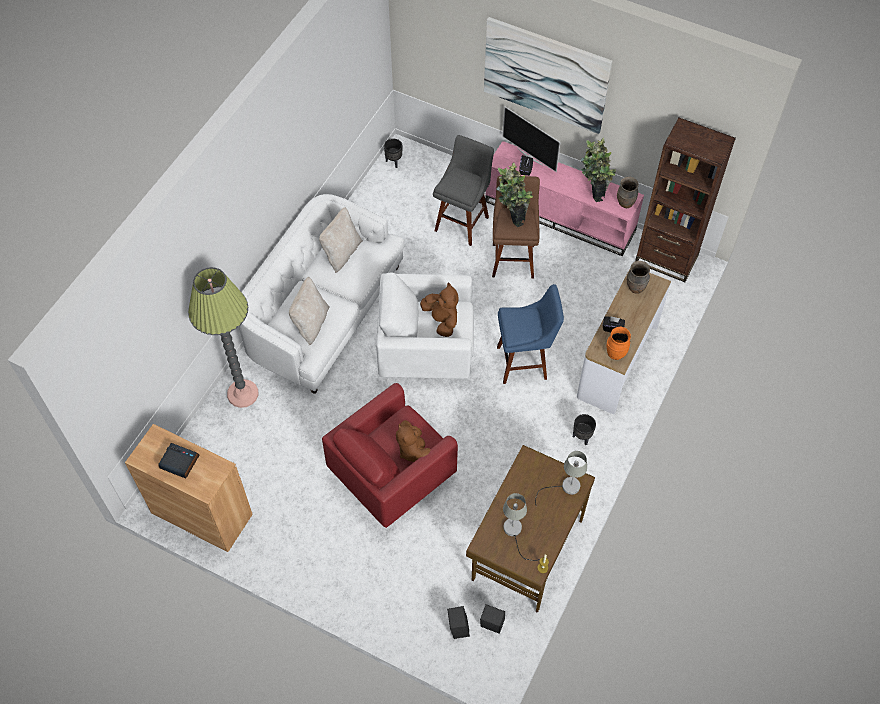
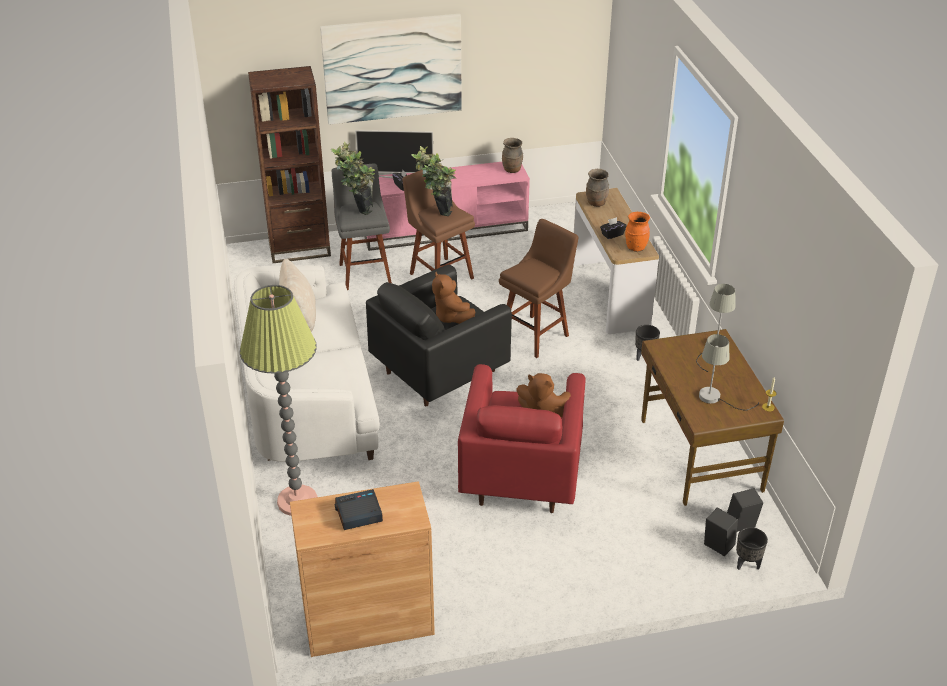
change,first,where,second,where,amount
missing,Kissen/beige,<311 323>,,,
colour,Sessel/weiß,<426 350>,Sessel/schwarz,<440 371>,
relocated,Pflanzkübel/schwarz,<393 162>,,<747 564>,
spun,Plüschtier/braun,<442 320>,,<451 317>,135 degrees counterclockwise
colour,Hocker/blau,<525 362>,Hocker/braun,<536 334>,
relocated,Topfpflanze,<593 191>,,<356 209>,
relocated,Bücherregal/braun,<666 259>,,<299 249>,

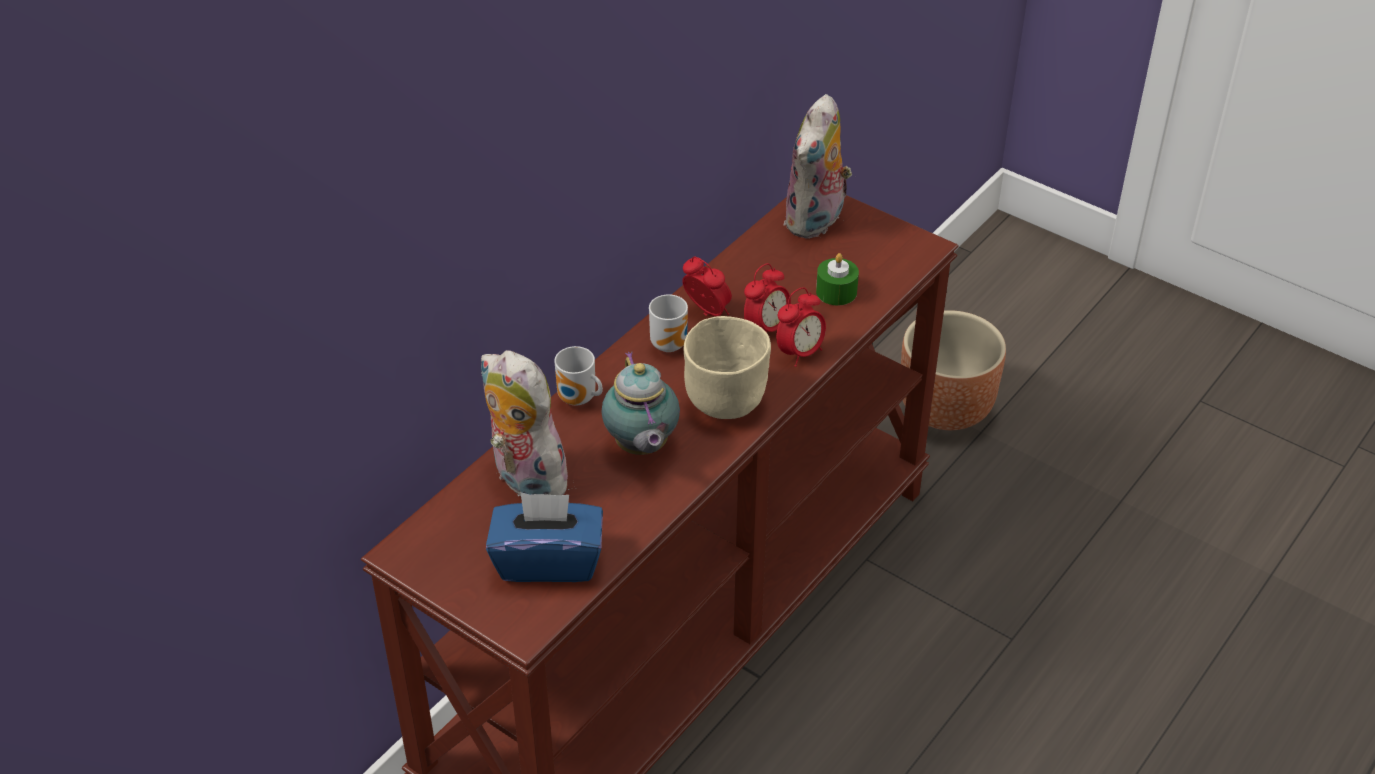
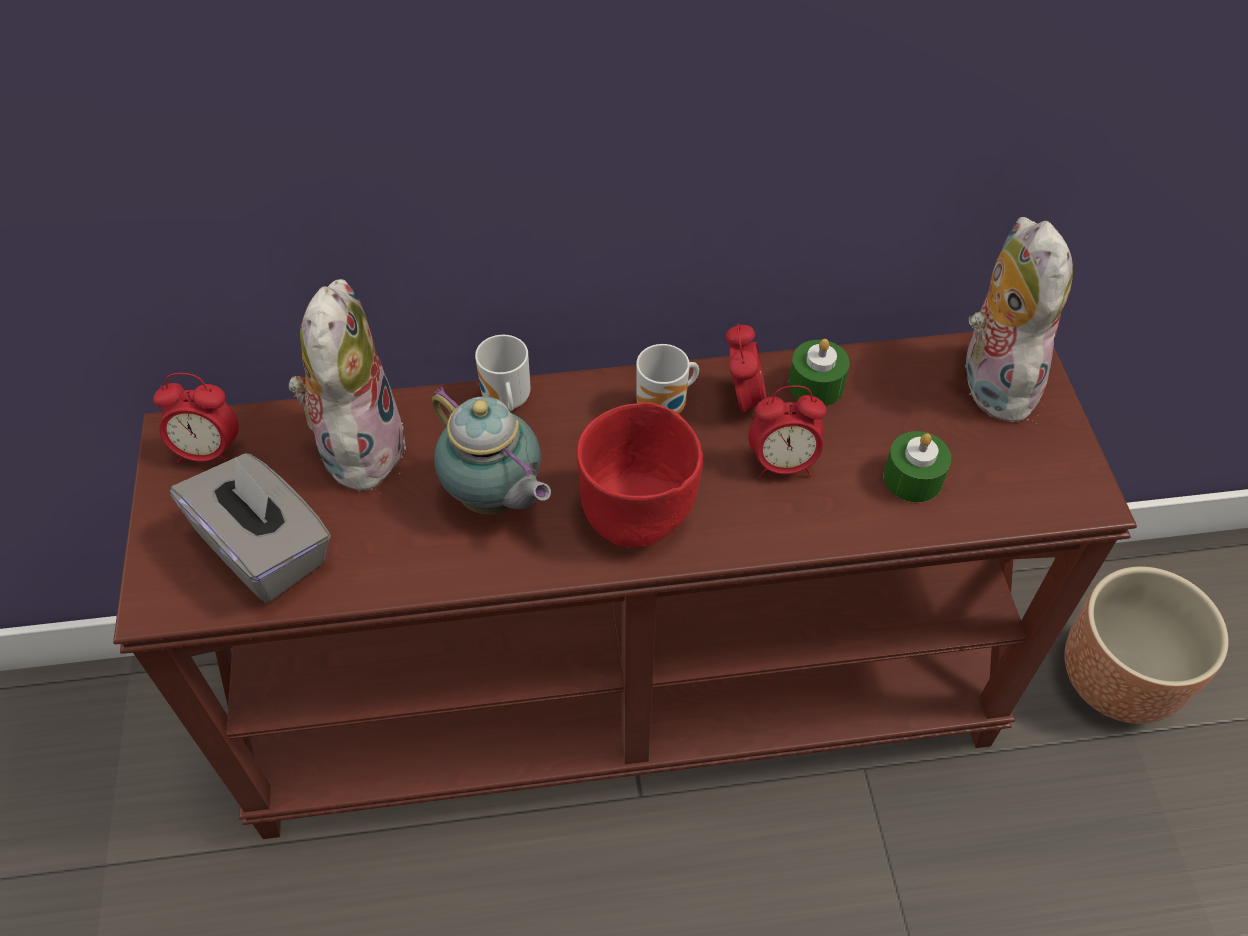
change,first,where,second,where,amount
colour,Taschentuchbox/blau,<548 561>,Taschentuchbox/grau,<266 549>,
spun,Teekanne,<641 447>,,<495 499>,75 degrees counterclockwise
colour,Schüssel/beige,<726 400>,Schüssel/rot,<639 513>,
relocated,Wecker,<800 353>,,<209 452>,
spun,Plüschtier,<816 221>,,<990 380>,105 degrees clockwise
appeared,,,Kerze/grün,<816 385>,

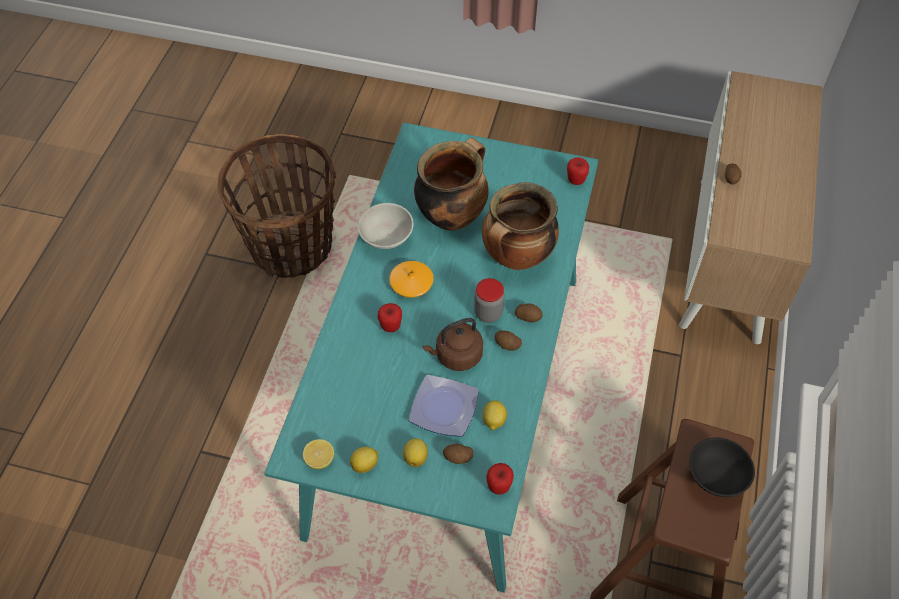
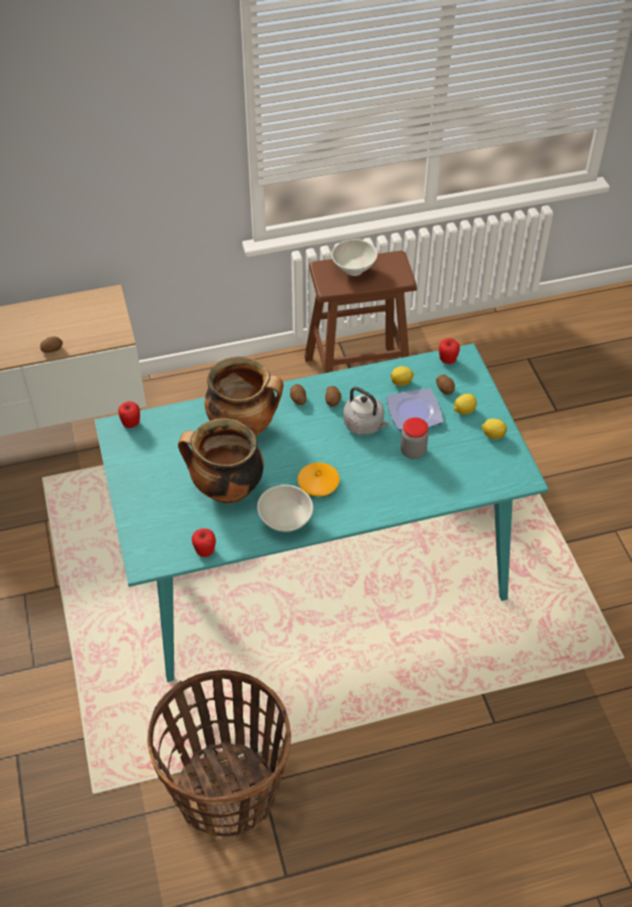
change,first,where,second,where,amount
missing,Zitrone,<320 459>,,,
relocated,Apfel,<390 326>,,<205 551>,
colour,Wasserkessel/braun,<456 356>,Wasserkessel/grau,<365 425>,
relocated,Vorratsglas,<488 313>,,<413 451>,
colour,Schüssel/schwarz,<713 478>,Schüssel/weiß,<353 271>,

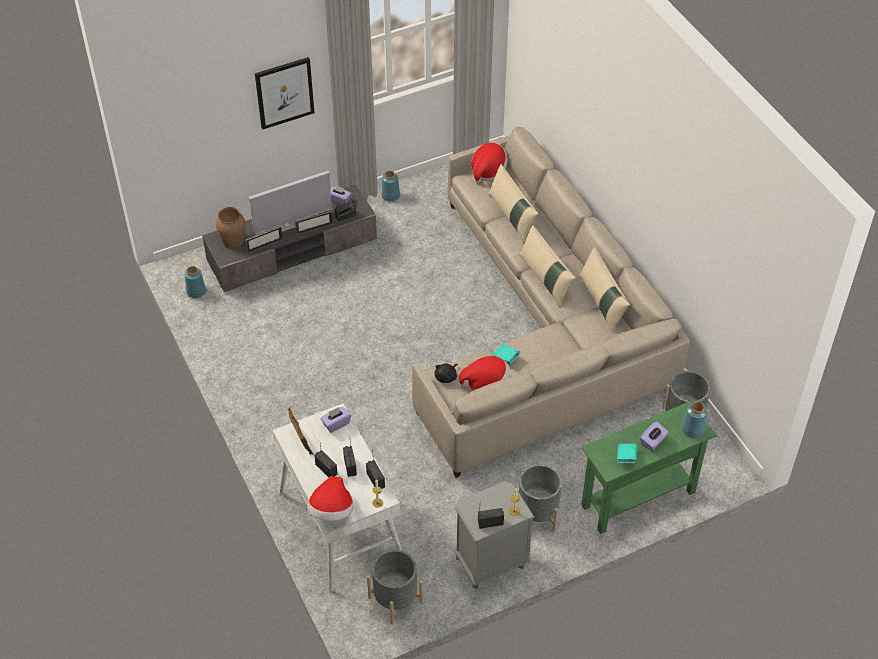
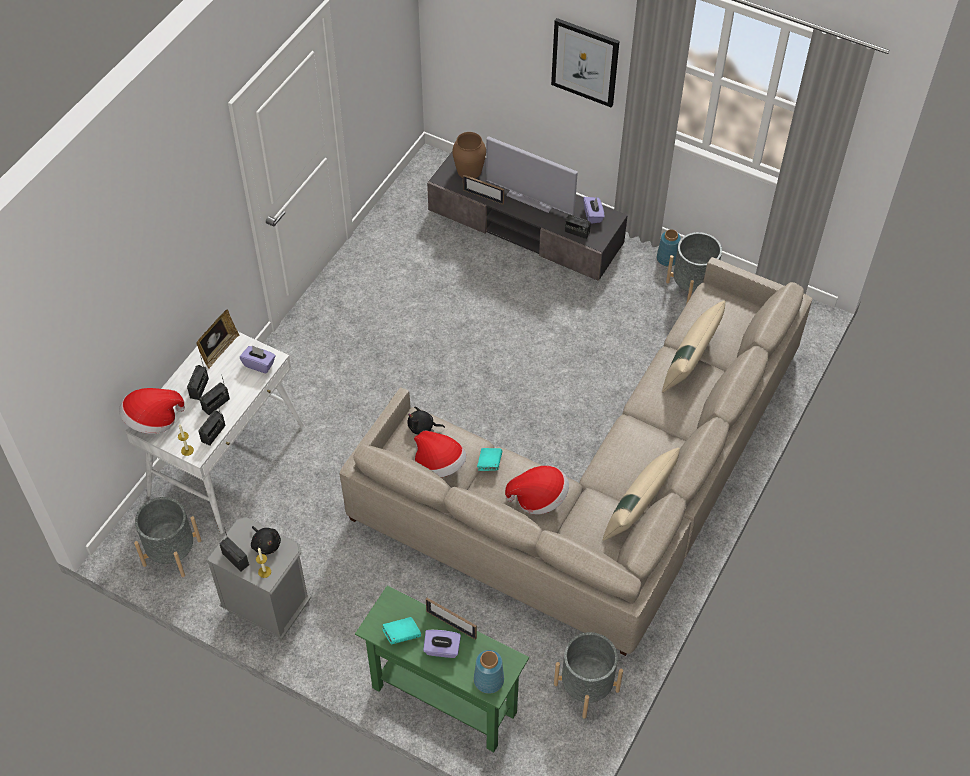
change,first,where,second,where,amount
missing,Vase/blau,<196 291>,,,
relocated,Bilderrahmen,<314 229>,,<451 624>,
relocated,Hut,<488 171>,,<539 498>,
relocated,Pflanzkübel/grau,<537 514>,,<692 287>,
missing,Kissen/beige,<545 279>,,,
appeared,,,Plüschtier/schwarz,<266 544>,

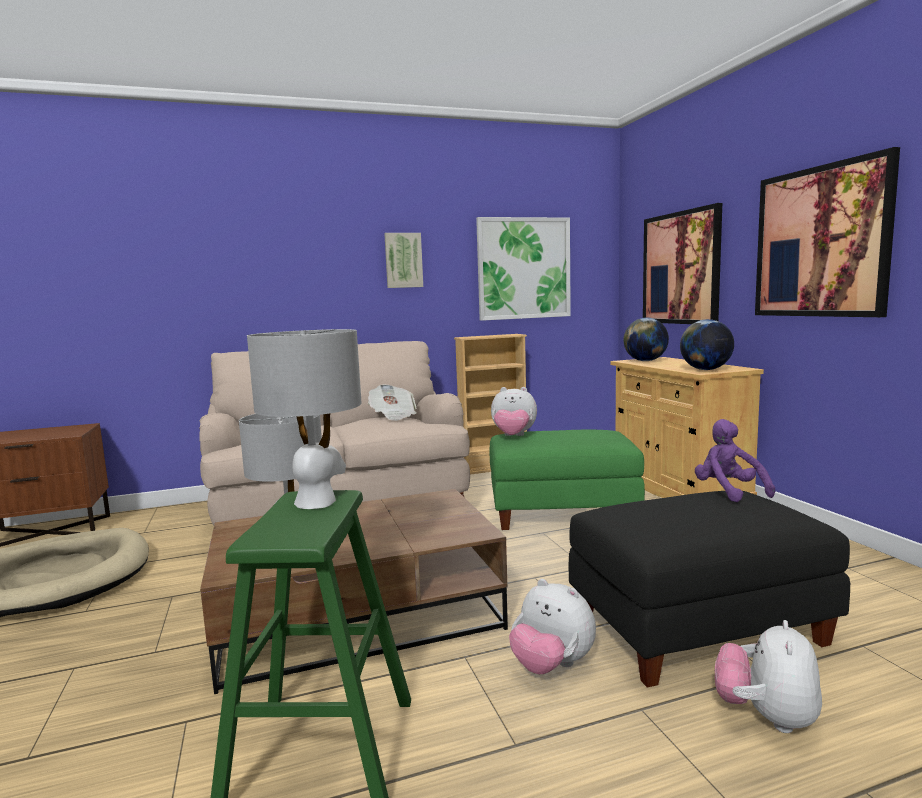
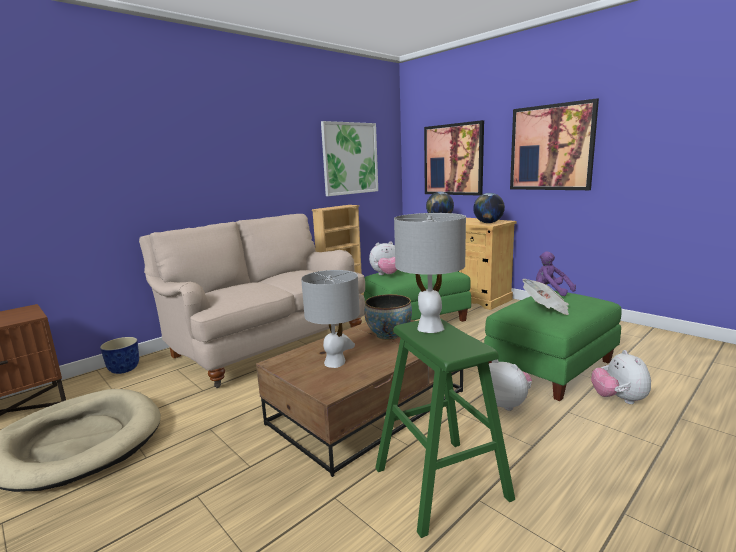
change,first,where,second,where,amount
relocated,Zeitung,<393 416>,,<545 308>,
missing,Bild,<403 260>,,,
spun,Plüschtier,<552 666>,,<506 403>,150 degrees counterclockwise
colour,Polsterhocker/schwarz,<697 627>,Polsterhocker/grün,<550 367>,
appeared,,,Pflanzkübel,<124 369>,
appeared,,,Schüssel,<388 335>,

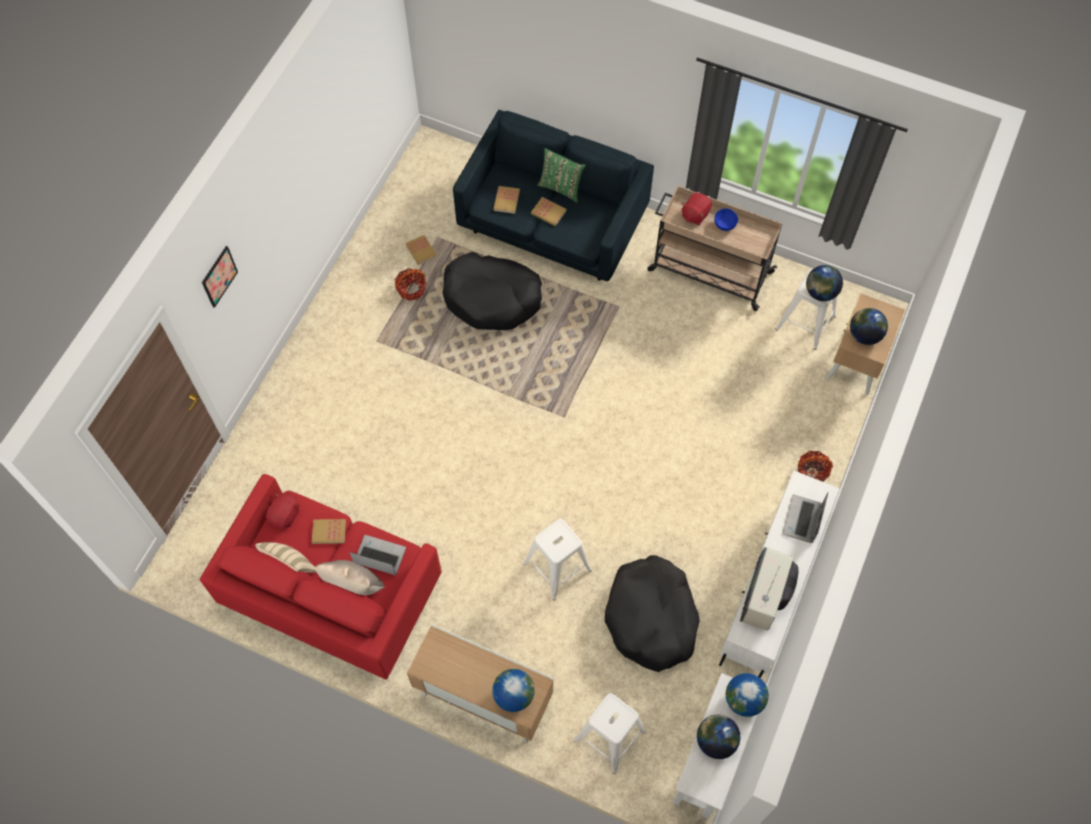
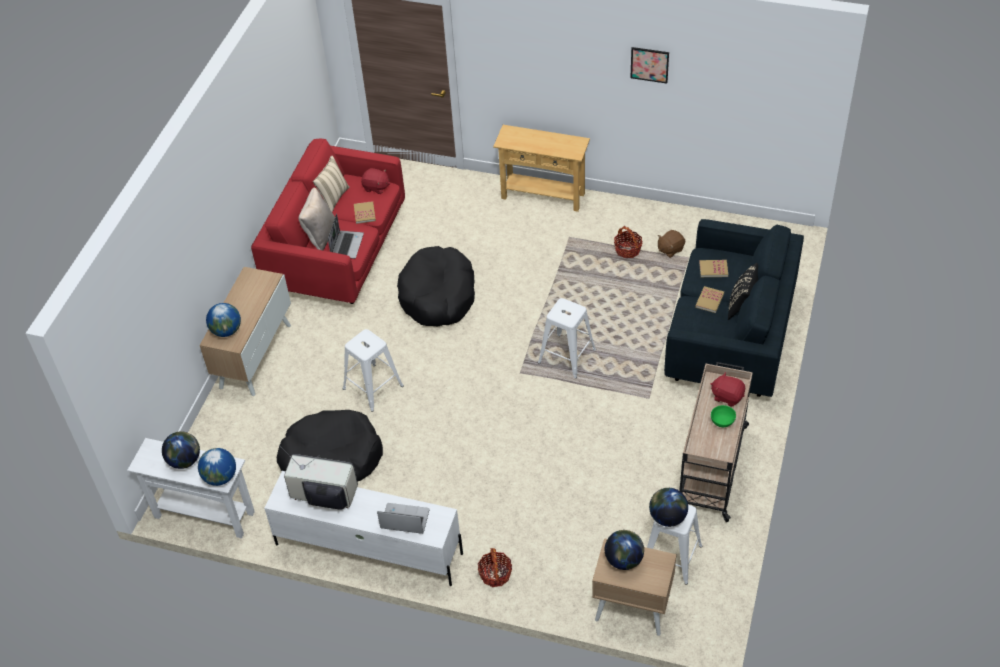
change,first,where,second,where,amount
relocated,Bild,<219 276>,,<649 64>,
exchanged,Buch,<421 251>,Plüschtier/braun,<670 249>,
relocated,Hundebett/schwarz,<492 298>,,<438 296>,
colour,Kissen/grün,<561 187>,Kissen/schwarz,<741 305>,
relocated,Hocker/weiß,<609 737>,,<566 356>,
colour,Schüssel/blau,<725 224>,Schüssel/grün,<723 422>,
appeared,,,Konsolentisch/beige,<543 196>,

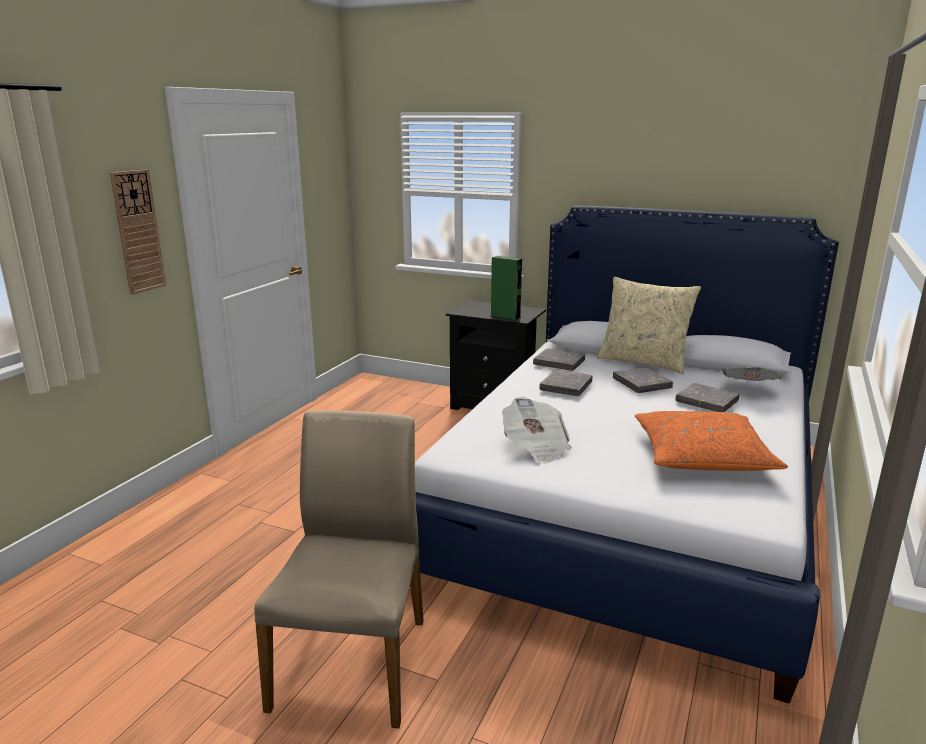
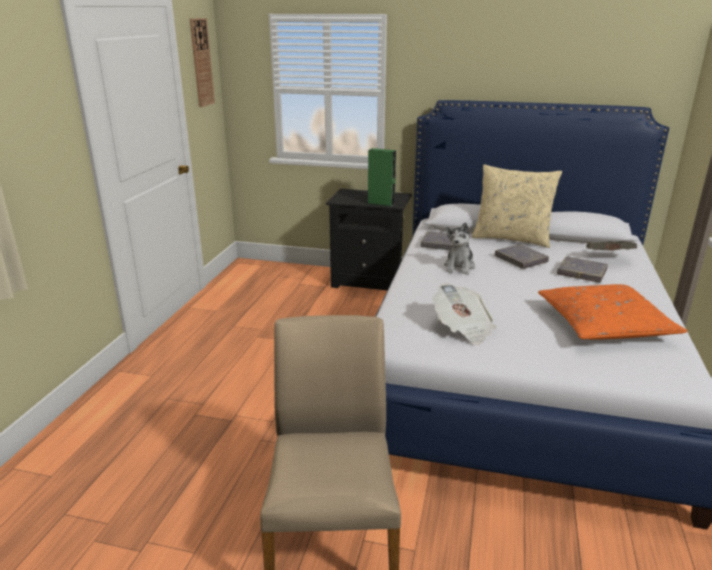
change,first,where,second,where,amount
relocated,Wanduhr,<138 232>,,<201 62>,
exchanged,Buch/grau,<566 386>,Plüschtier,<459 267>,

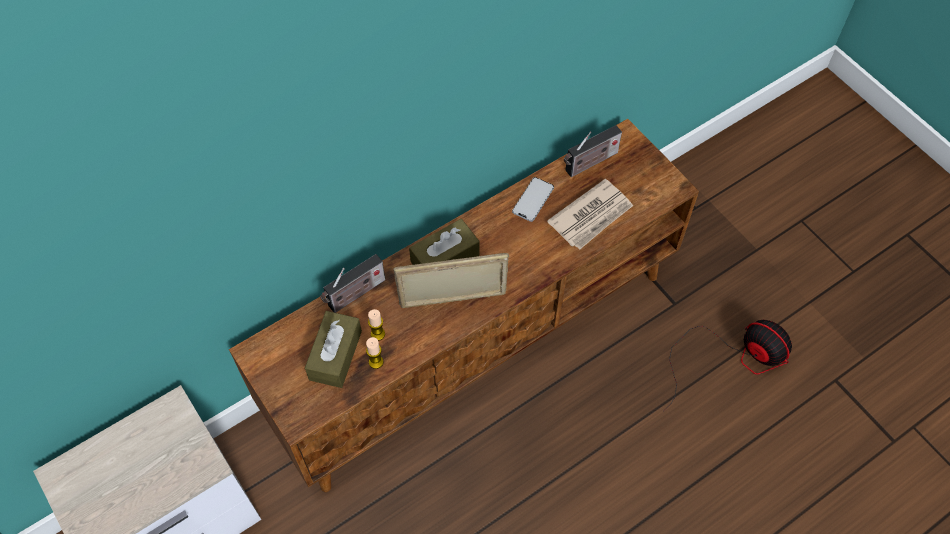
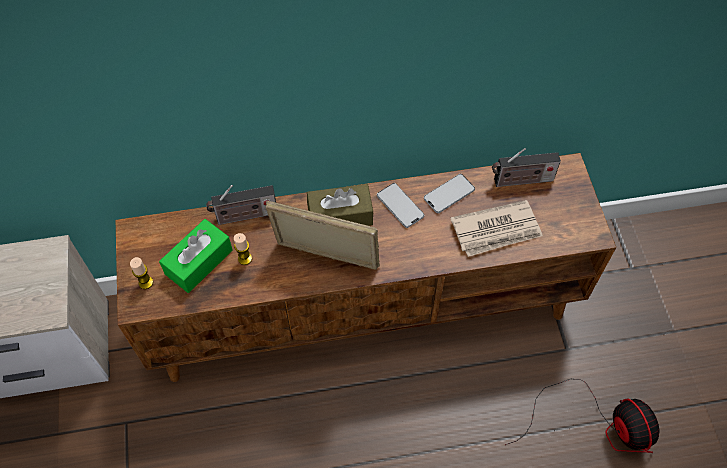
change,first,where,second,where,amount
colour,Taschentuchbox/braun,<335 355>,Taschentuchbox/grün,<199 262>,
relocated,Kerze,<376 362>,,<146 282>,
appeared,,,Handy,<400 206>,

